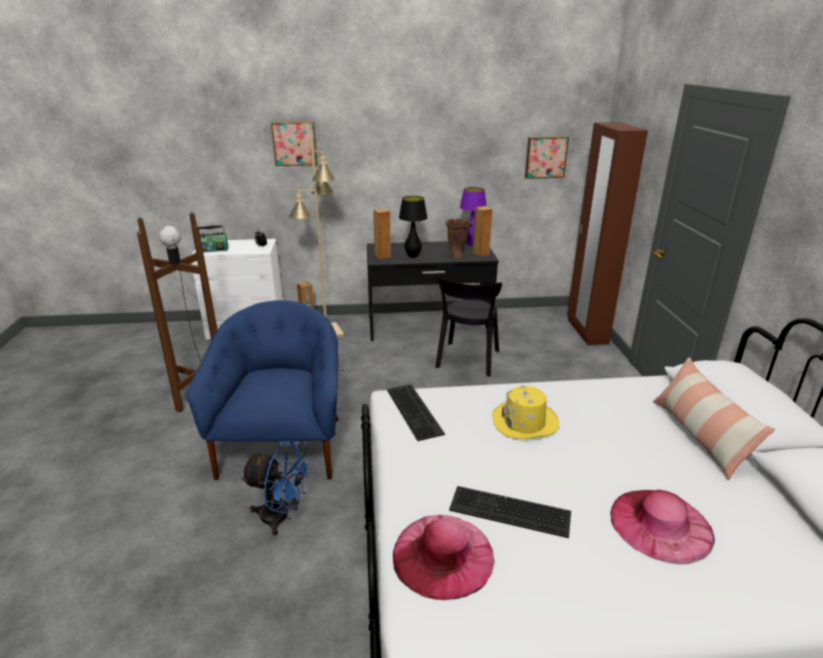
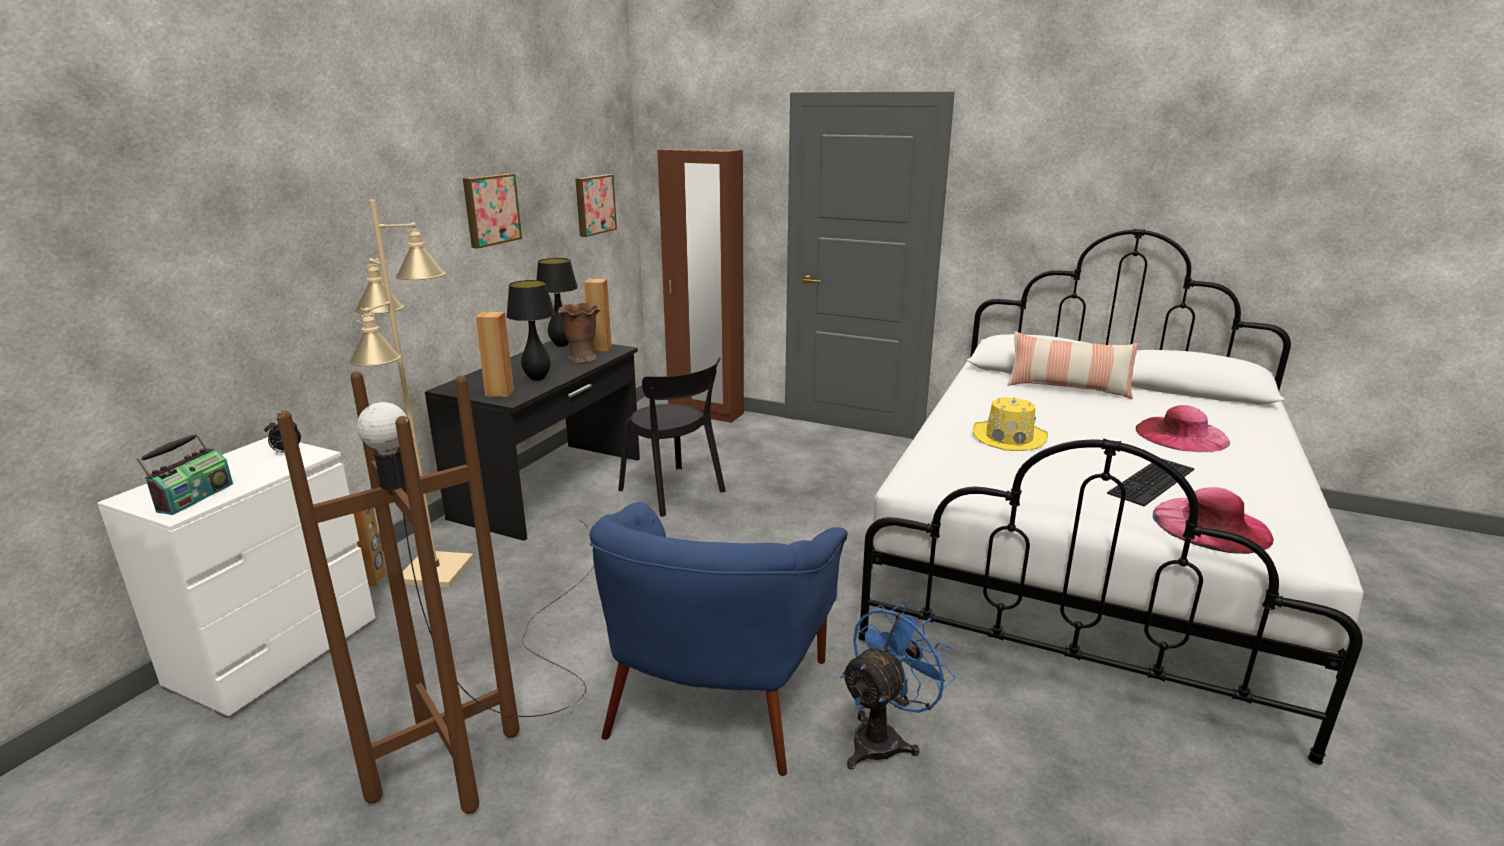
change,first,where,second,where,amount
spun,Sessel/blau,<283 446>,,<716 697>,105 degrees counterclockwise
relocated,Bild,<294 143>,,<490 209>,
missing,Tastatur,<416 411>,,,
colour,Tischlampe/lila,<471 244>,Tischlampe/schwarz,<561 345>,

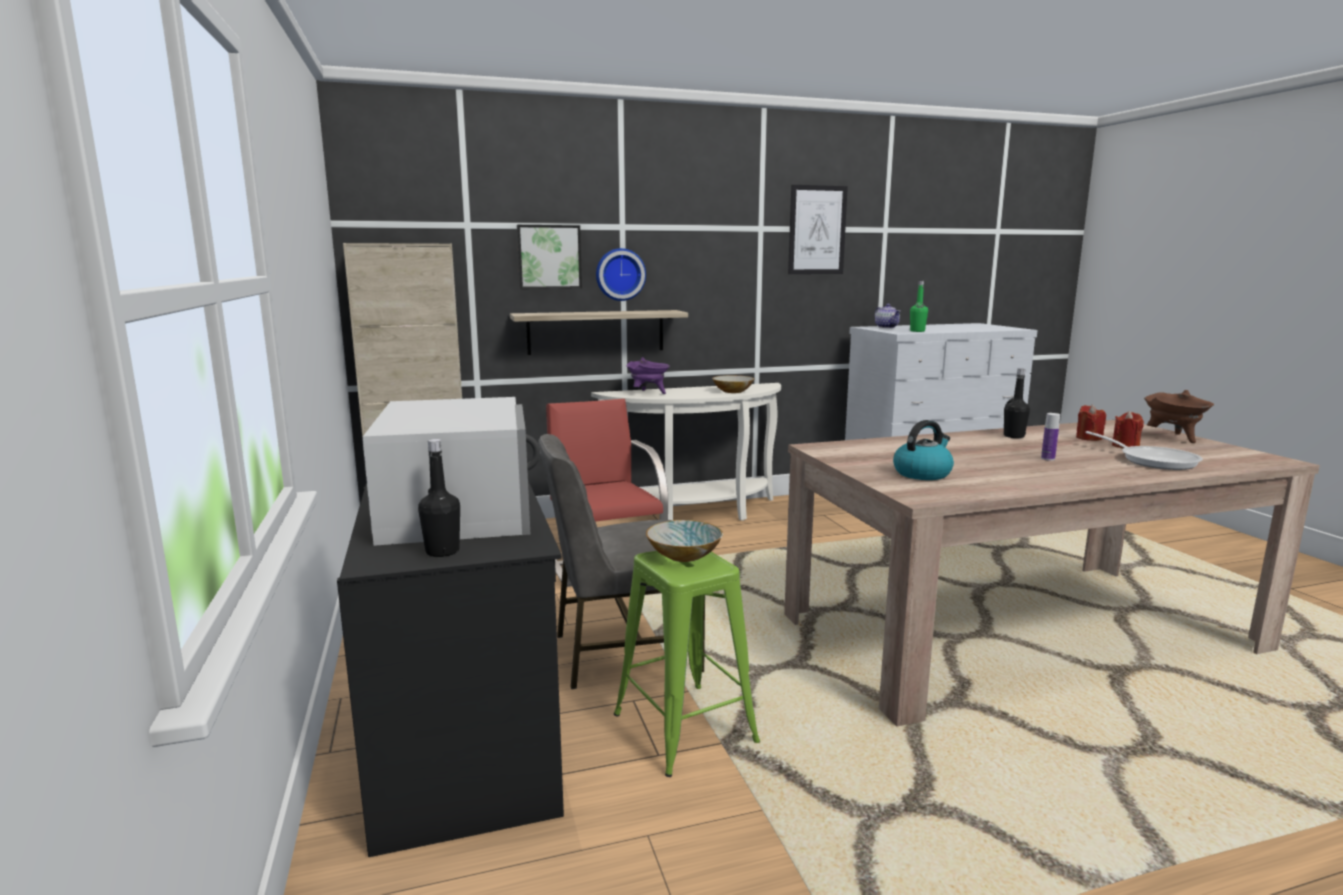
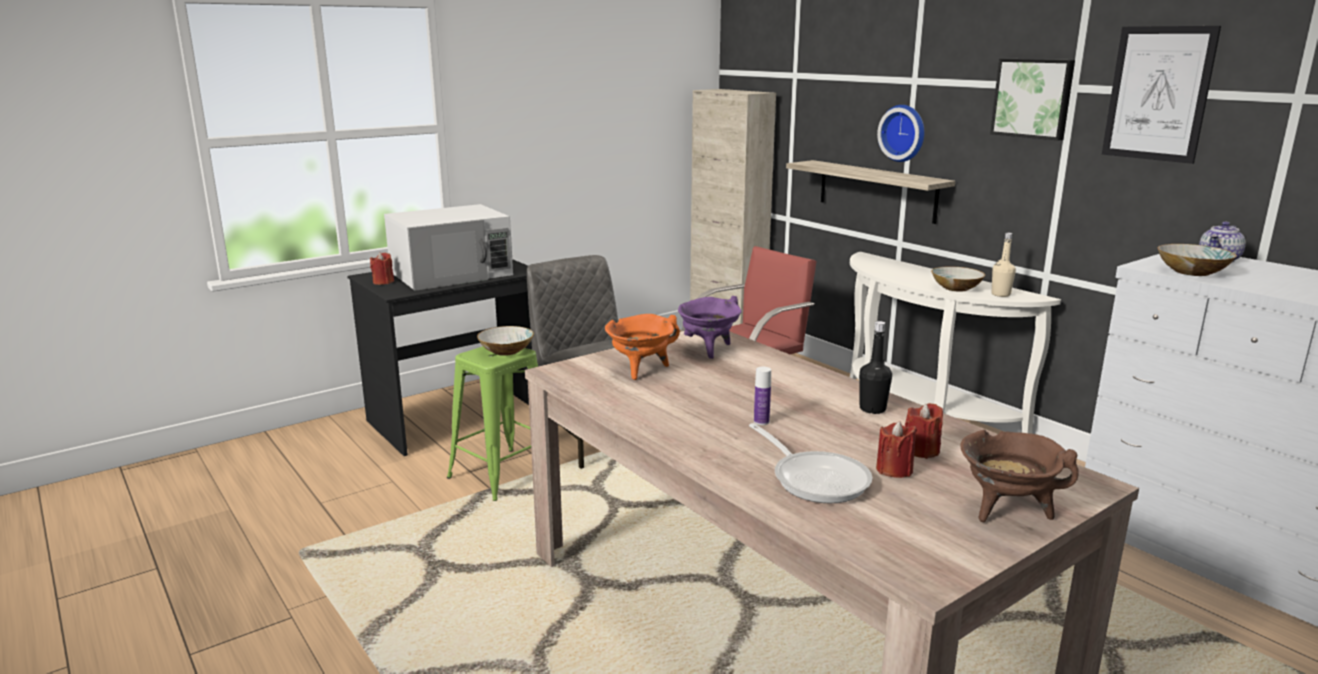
change,first,where,second,where,amount
exchanged,Flasche/schwarz,<442 551>,Kerze/rot,<383 282>,
relocated,Bild,<549 257>,,<1033 98>,
relocated,Kochtopf/lila,<648 393>,,<708 350>,
exchanged,Wasserkessel,<922 473>,Kochtopf/orange,<640 370>,
exchanged,Flasche/grün,<917 331>,Schüssel,<1192 272>,
spun,Pfanne,<1152 460>,,<815 479>,75 degrees counterclockwise
appeared,,,Flasche/beige,<1000 294>,

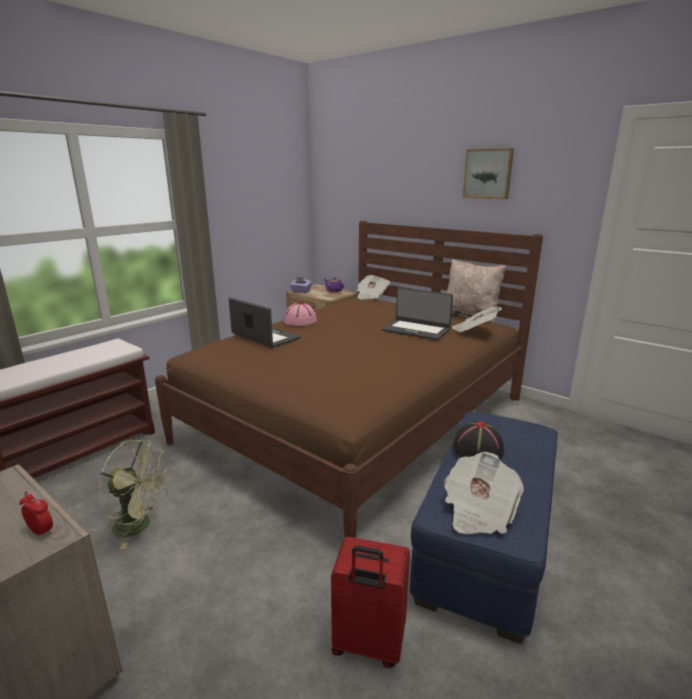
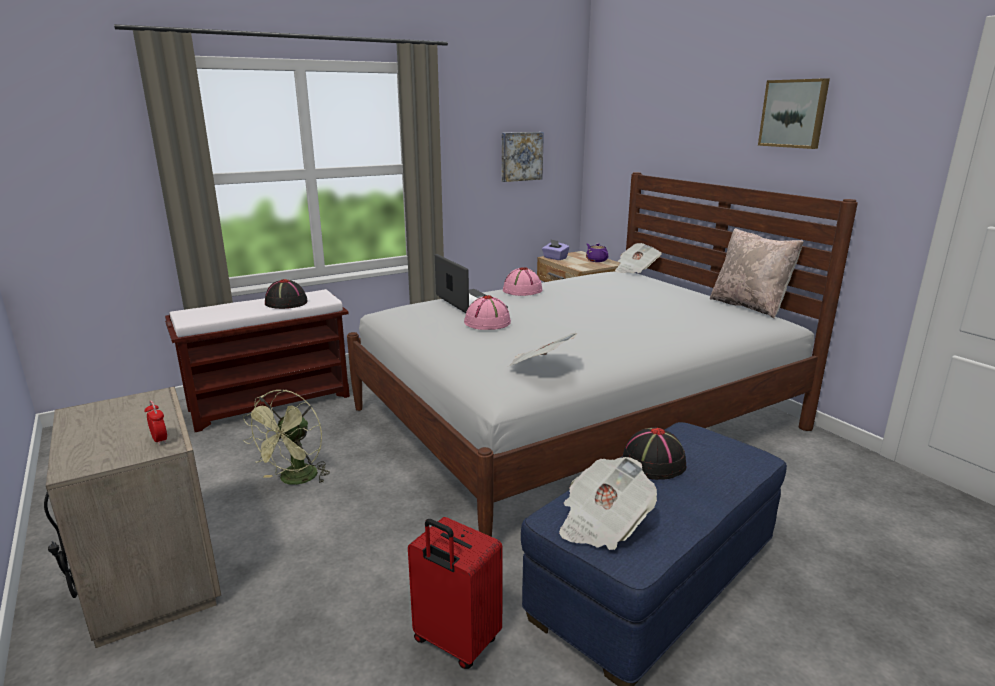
change,first,where,second,where,amount
spun,Ventilator/grün,<140 525>,,<295 480>,75 degrees clockwise
colour,Bett/braun,<357 419>,Bett/weiß,<575 419>,
missing,Laptop,<416 330>,,,
relocated,Zeitung,<474 331>,,<540 367>,
appeared,,,Hut/schwarz,<286 303>,
appeared,,,Hut/rosa,<487 323>,
appeared,,,Bild,<521 156>,

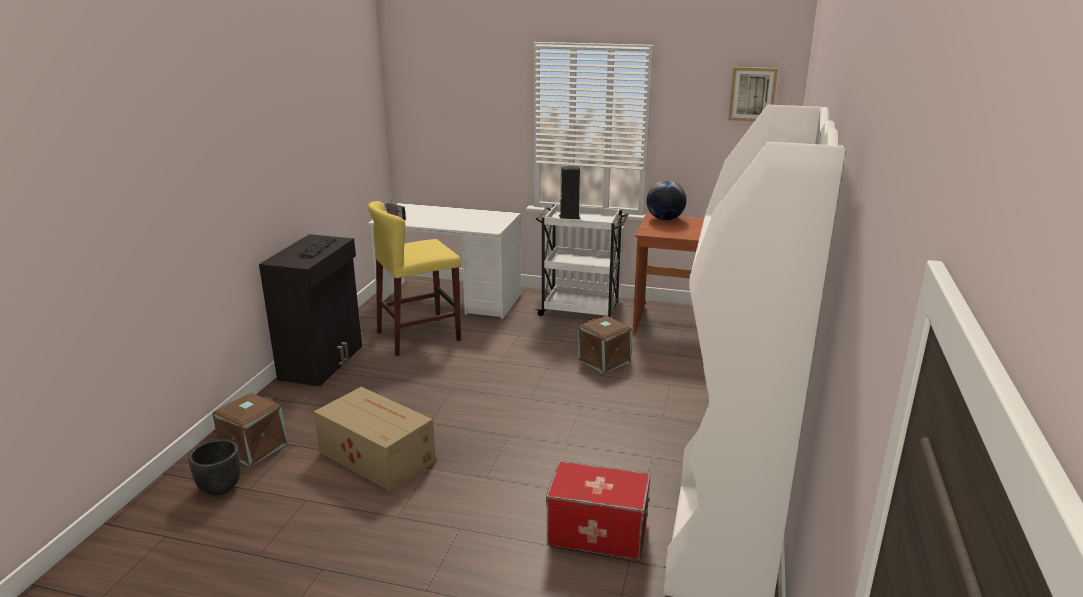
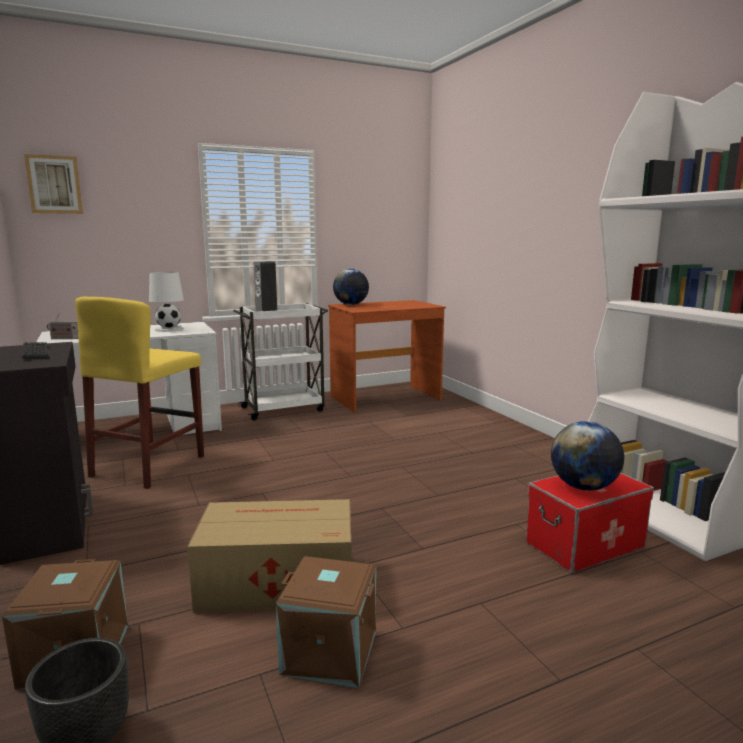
change,first,where,second,where,amount
relocated,Aufbewahrungsbox/braun,<605 360>,,<331 651>,
relocated,Bild,<752 94>,,<54 184>,
appeared,,,Tischlampe/weiß,<168 329>,
appeared,,,Globus,<583 487>,

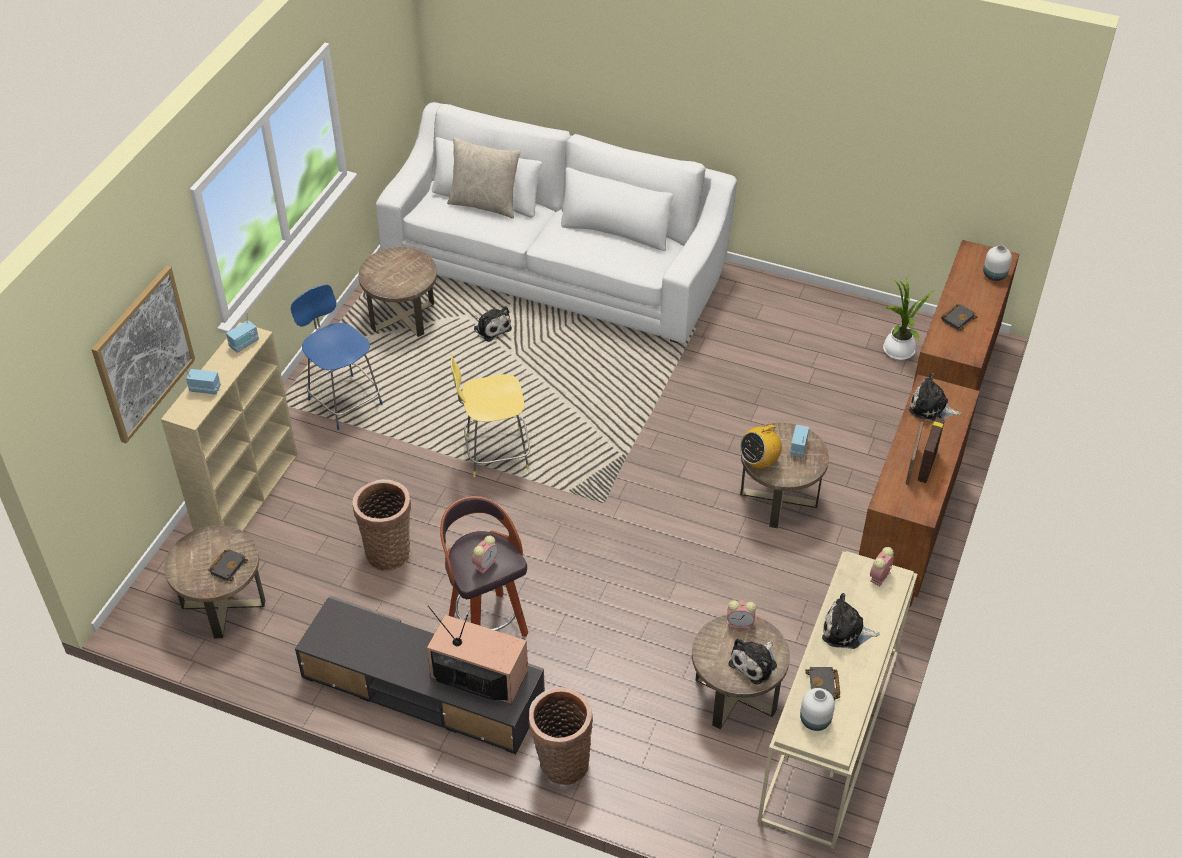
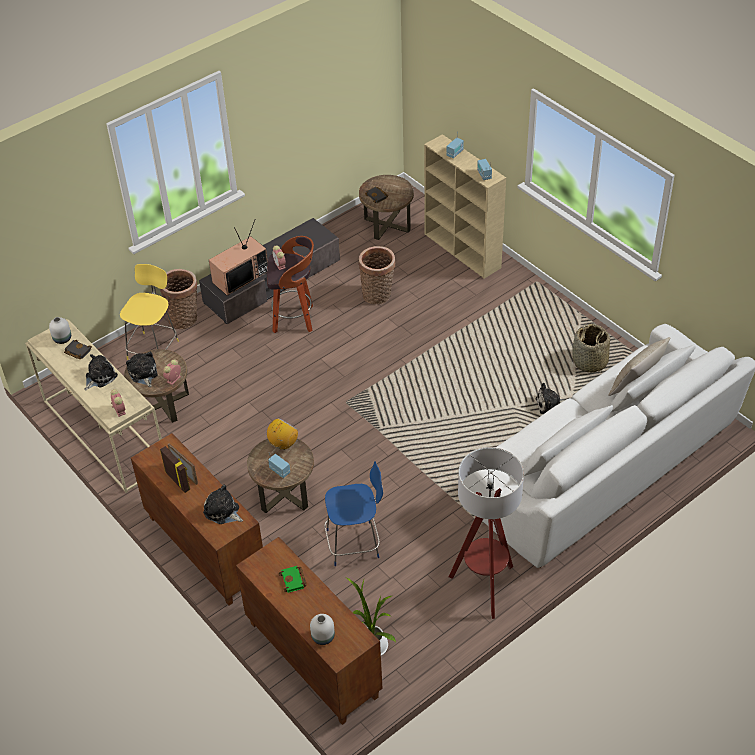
change,first,where,second,where,amount
missing,Bild,<143 353>,,,
relocated,Hocker/blau,<343 400>,,<355 543>,
exchanged,Beistelltisch/braun,<403 317>,Korb,<589 362>,
relocated,Hocker/gelb,<494 453>,,<154 348>,
spun,Radio,<759 461>,,<283 444>,45 degrees clockwise
spun,Plüschtier,<931 408>,,<223 512>,105 degrees counterclockwise
colour,Buch/schwarz,<958 318>,Buch/grün,<294 581>,
appeared,,,Stehlampe,<484 586>,

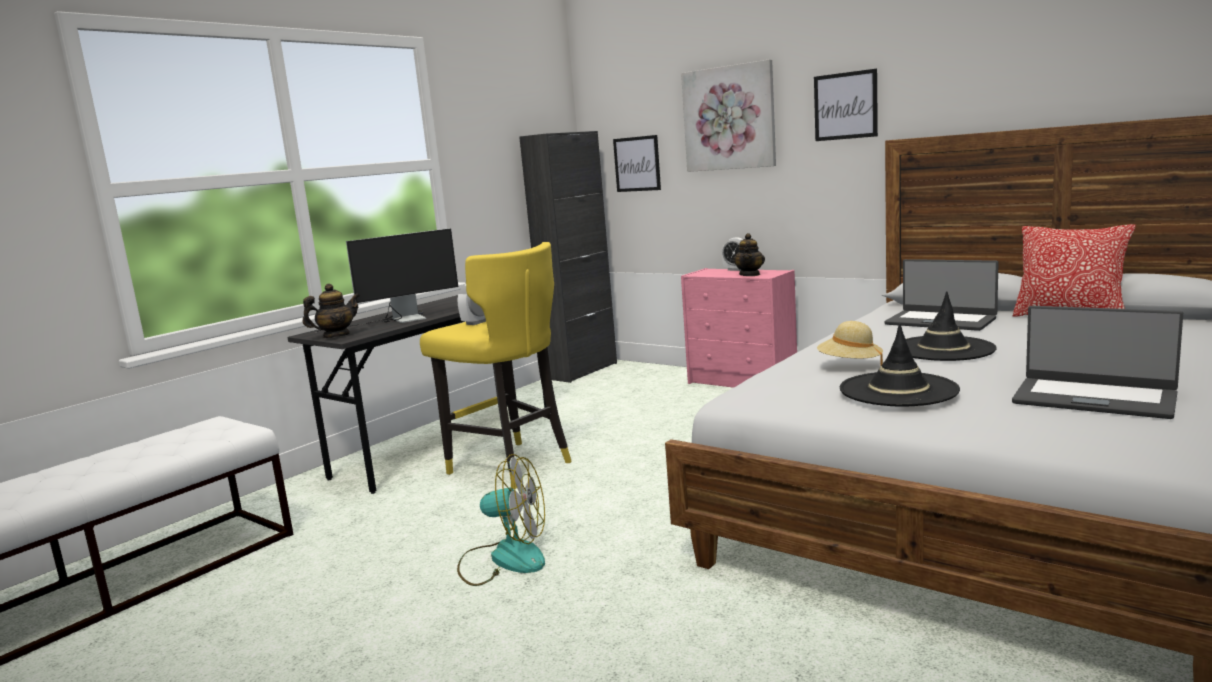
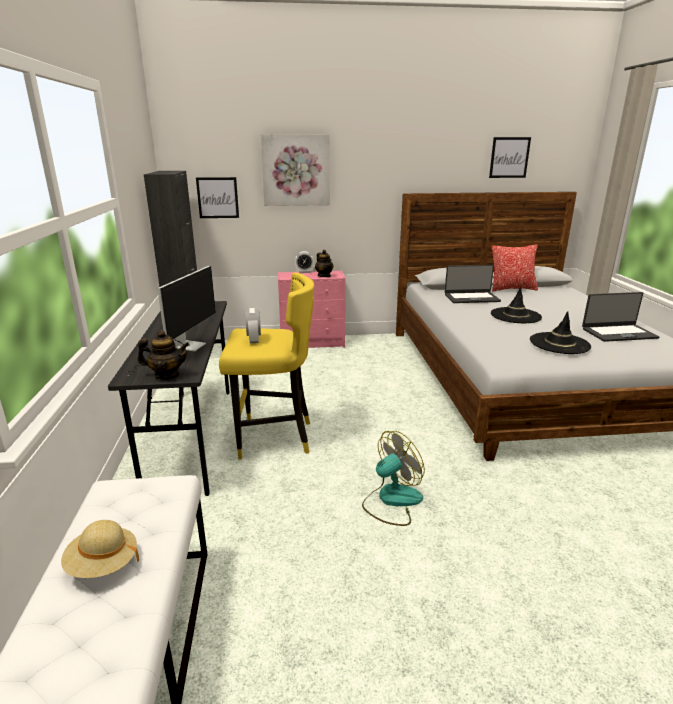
change,first,where,second,where,amount
spun,Teekanne,<336 336>,,<167 375>,75 degrees clockwise
relocated,Bild,<845 106>,,<509 157>,
relocated,Hut/beige,<849 365>,,<103 564>,

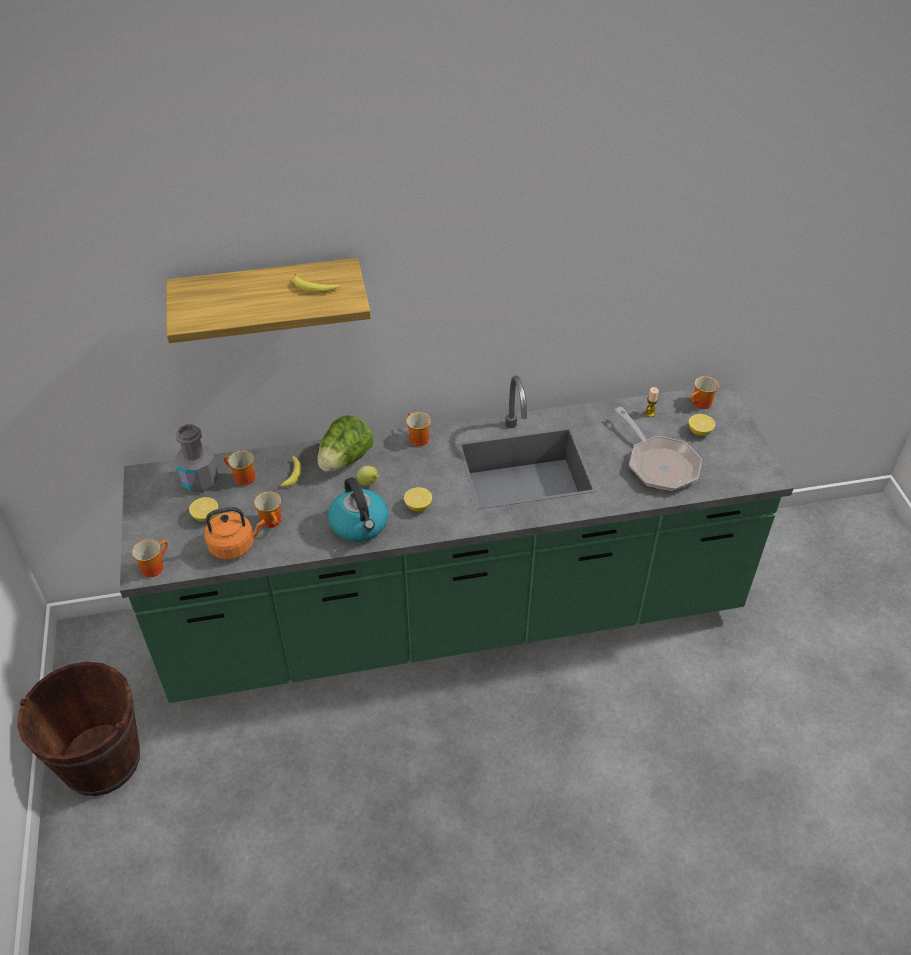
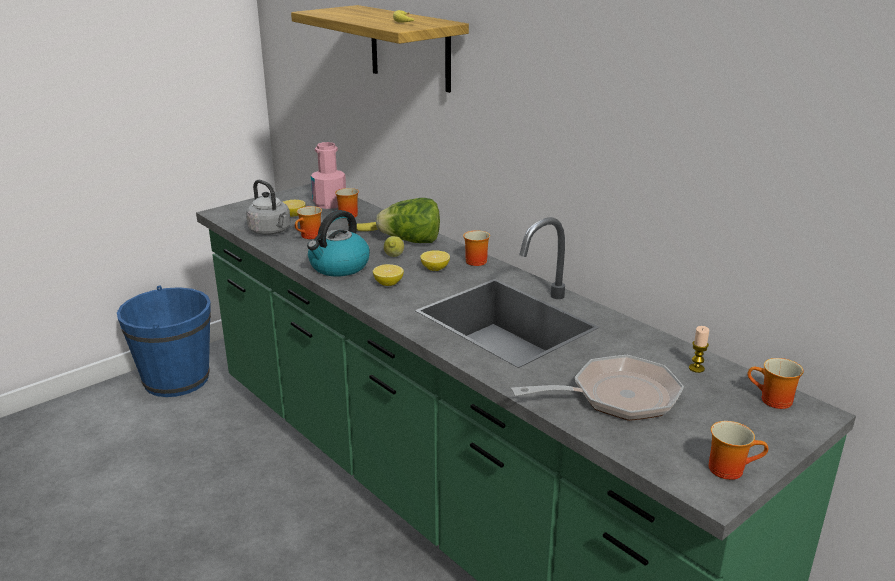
change,first,where,second,where,amount
colour,Eimer/braun,<101 760>,Eimer/blau,<176 379>,
relocated,Henkelbecher,<153 566>,,<729 468>,
colour,Flasche/grau,<200 480>,Flasche/rosa,<330 203>,
colour,Wasserkessel/orange,<234 545>,Wasserkessel/grau,<271 231>,
spun,Pfanne,<659 464>,,<616 397>,135 degrees counterclockwise
relocated,Zitrone,<699 431>,,<435 269>,

